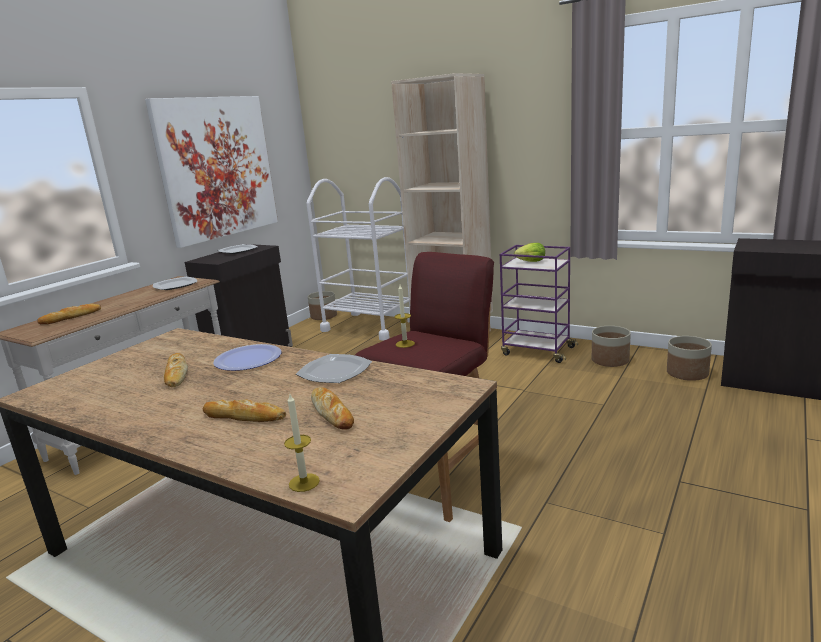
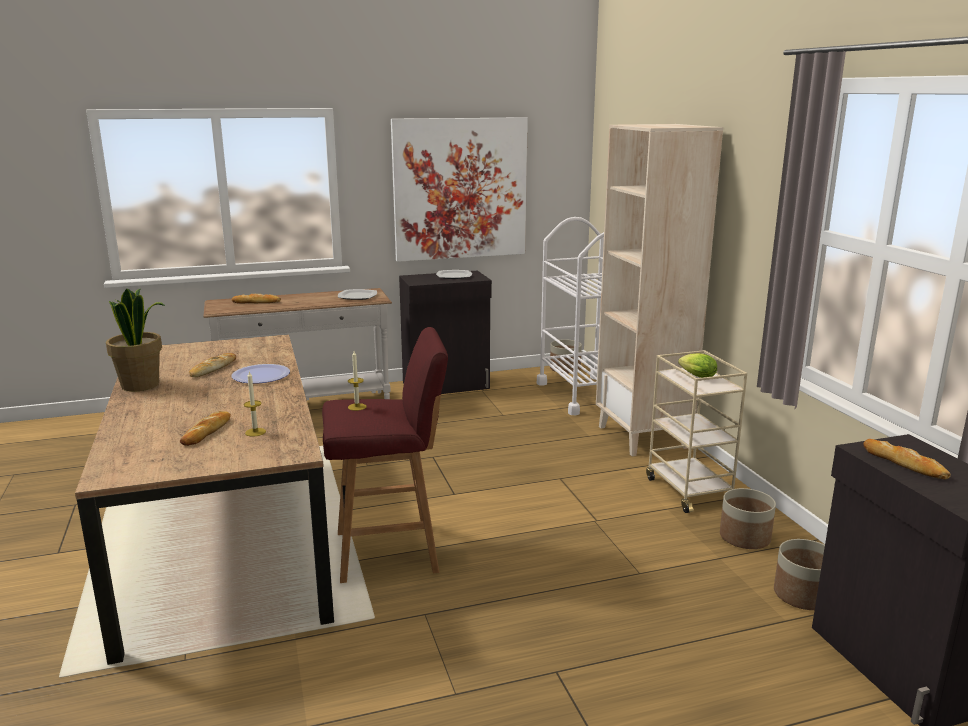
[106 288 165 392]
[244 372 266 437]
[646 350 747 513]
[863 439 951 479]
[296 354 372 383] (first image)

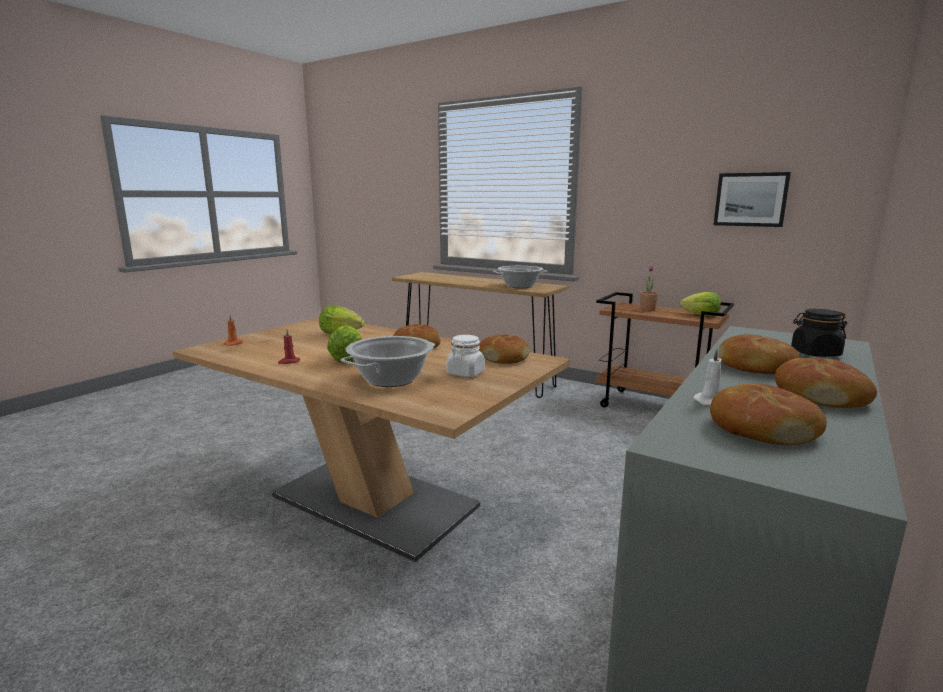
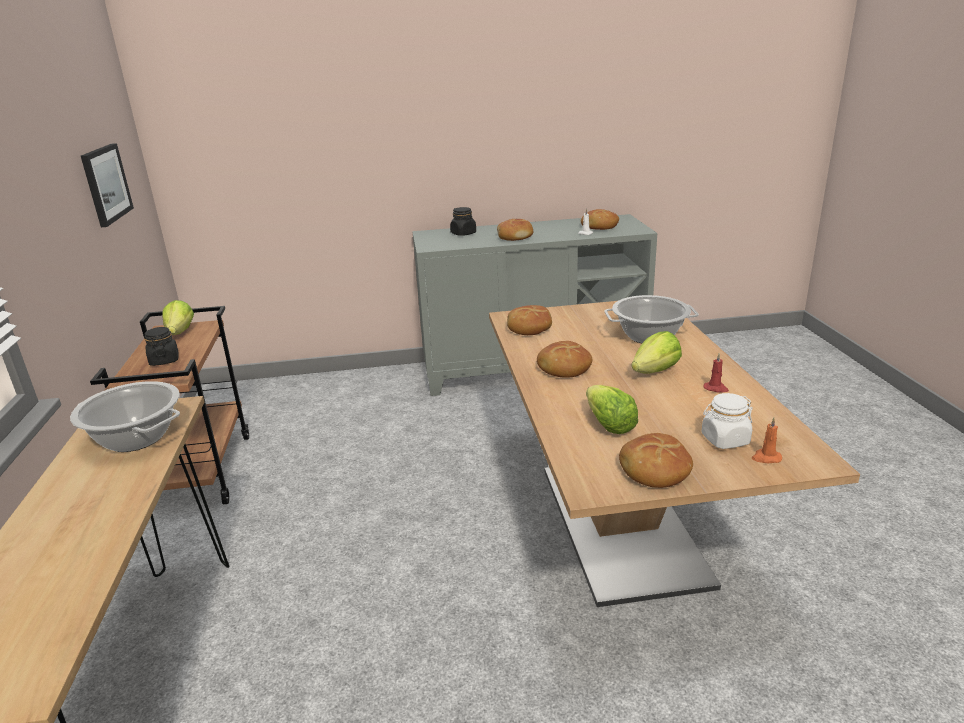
[144 327 179 366]
[619 433 693 488]
[701 393 753 449]

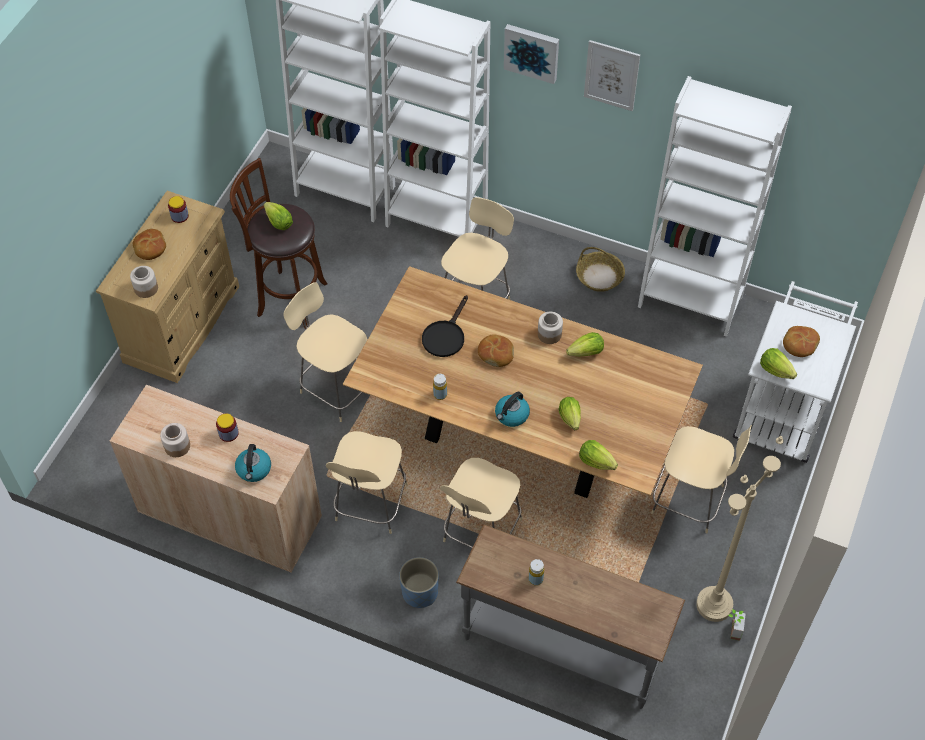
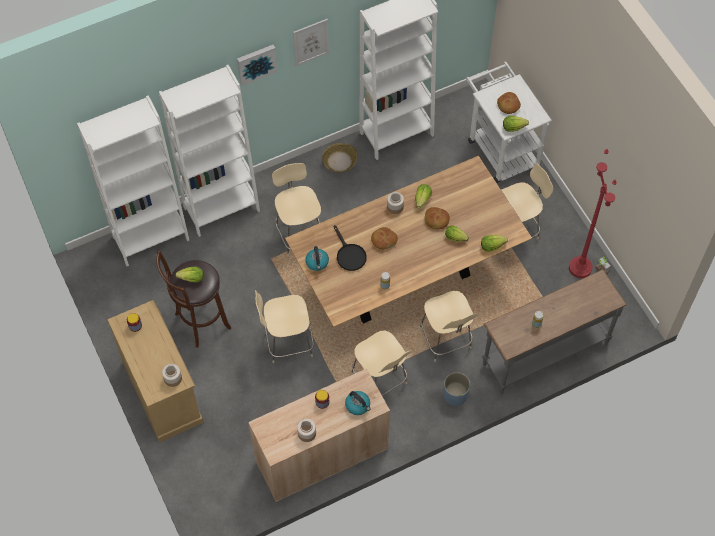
[305 246 329 271]
[425 207 450 230]
[569 149 617 278]

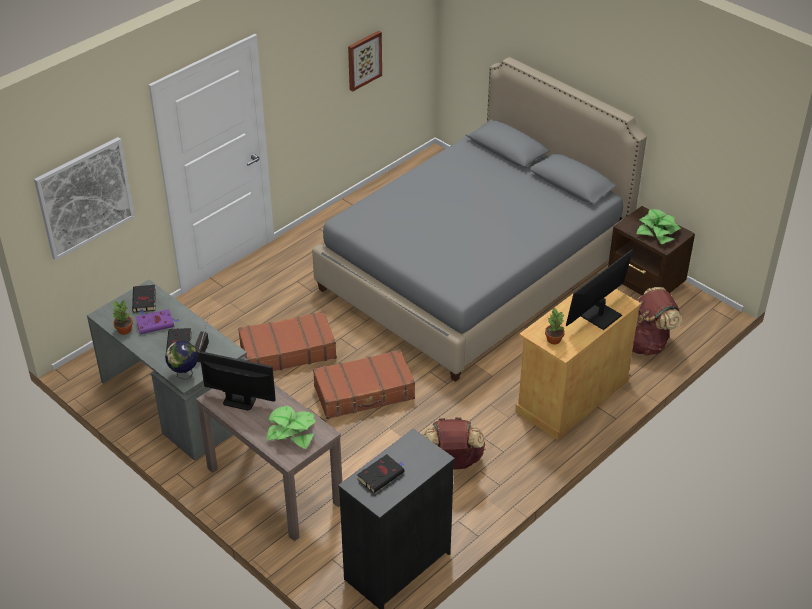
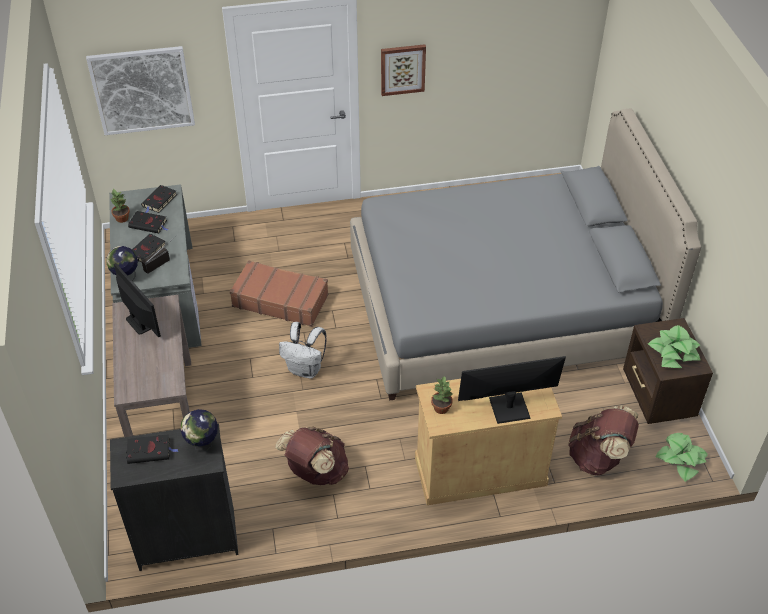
[128 211 168 233]
[180 409 218 451]
[279 322 327 379]
[381 44 426 96]
[655 433 708 482]

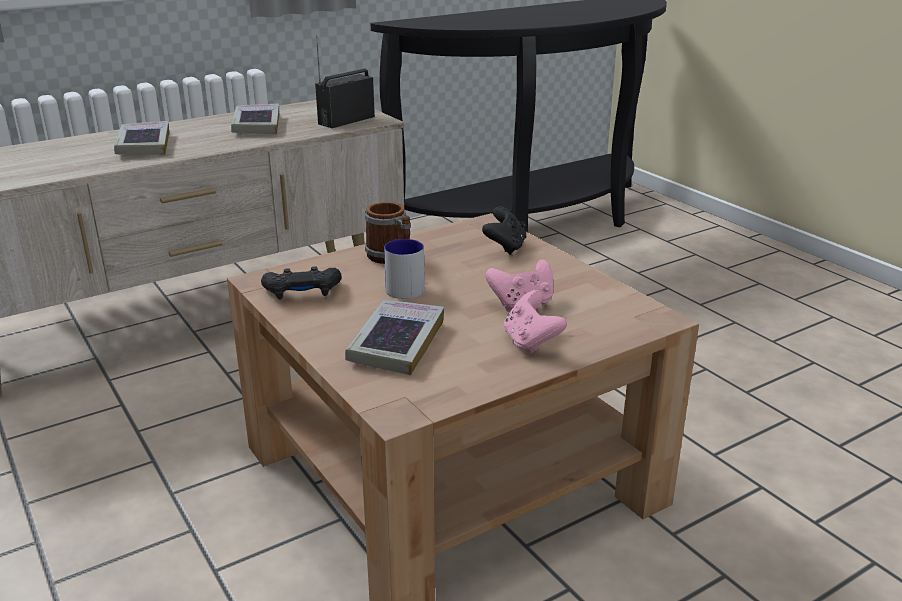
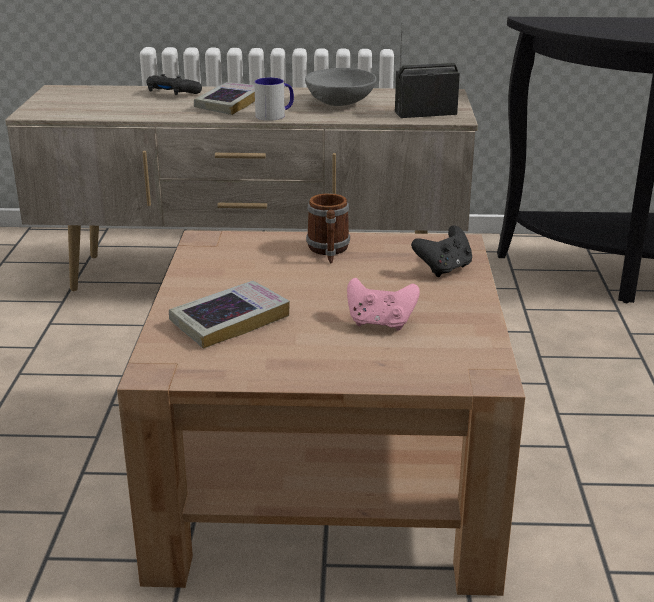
[146 74 202 95]
[254 78 294 121]
[305 68 377 106]
[504 290 567 354] (first image)

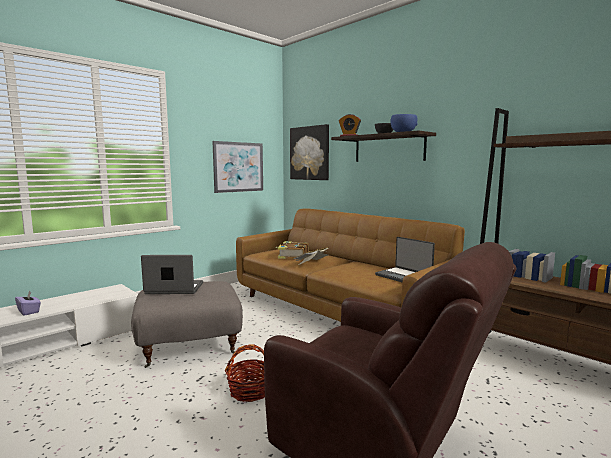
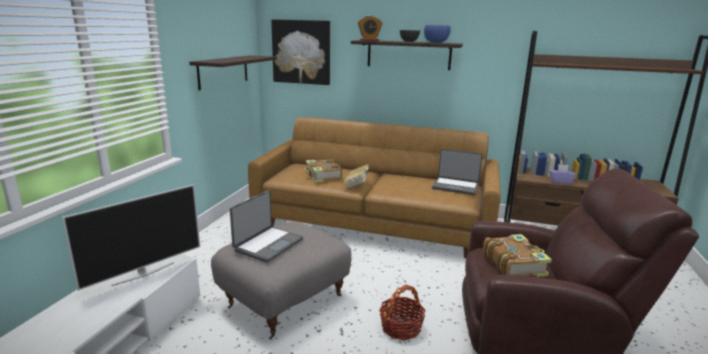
[62 184 200 291]
[189 55 277 91]
[230 190 303 263]
[483 234 552 277]
[549 164 576 184]

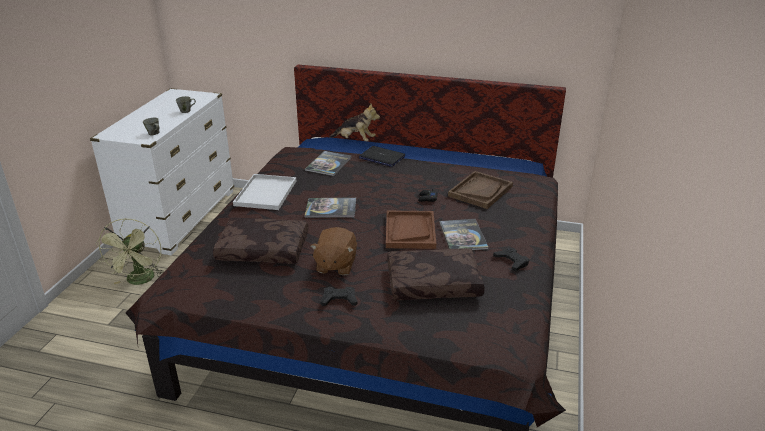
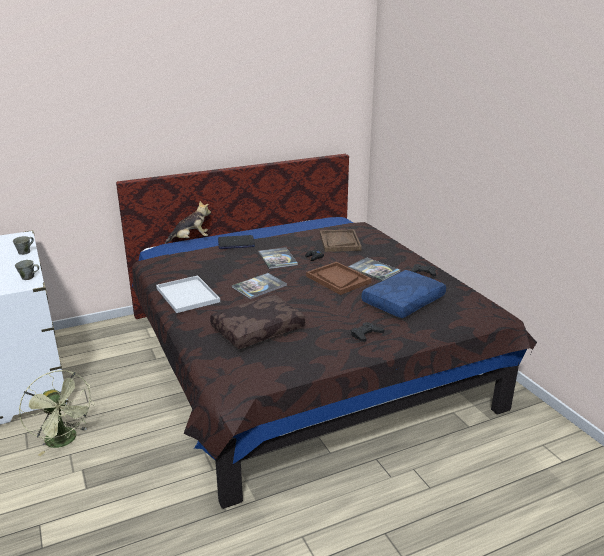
[258 247 298 269]
[362 270 446 318]
[310 227 357 275] (first image)

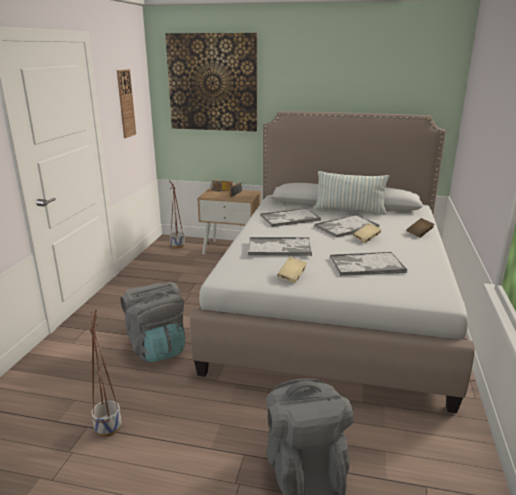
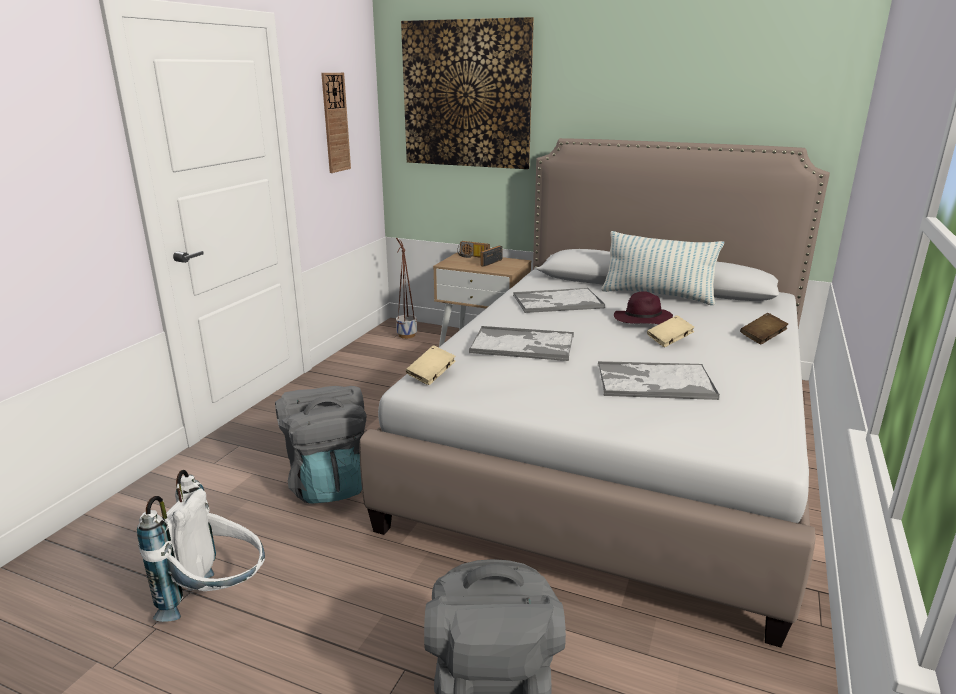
[137 470 265 622]
[406 345 455 385]
[614 291 673 324]

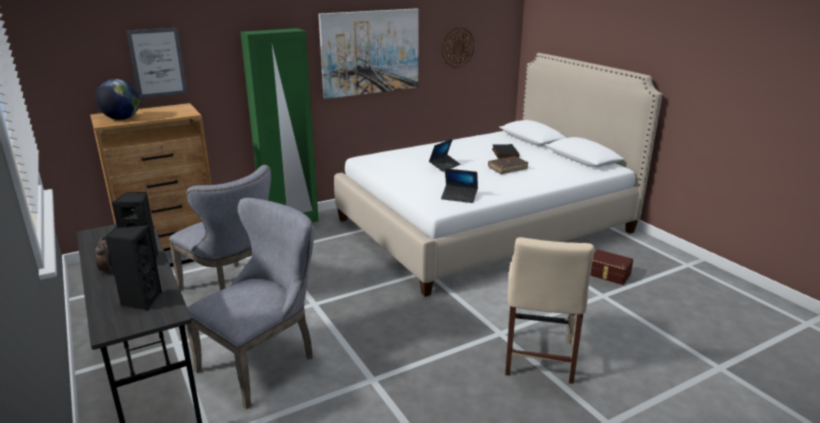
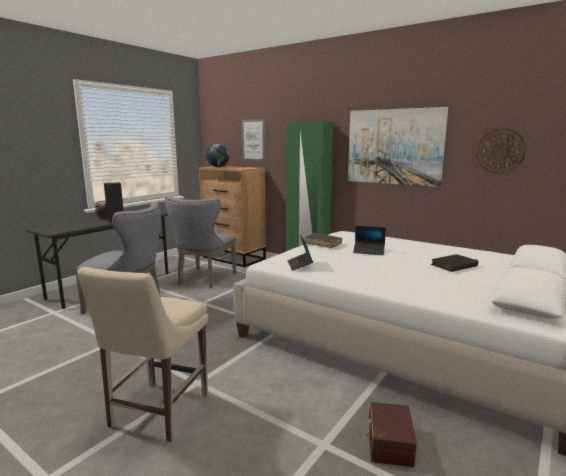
[77 267 208 442]
[305 233 342 248]
[105 225 162 310] (first image)

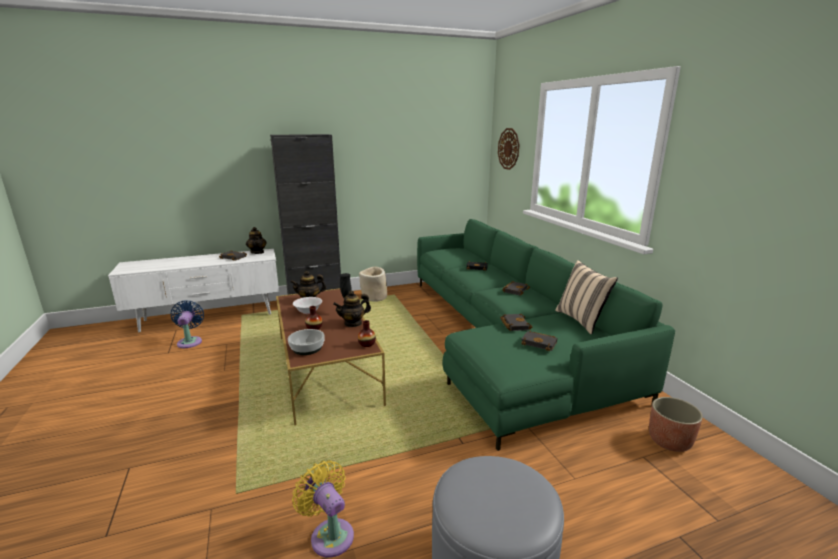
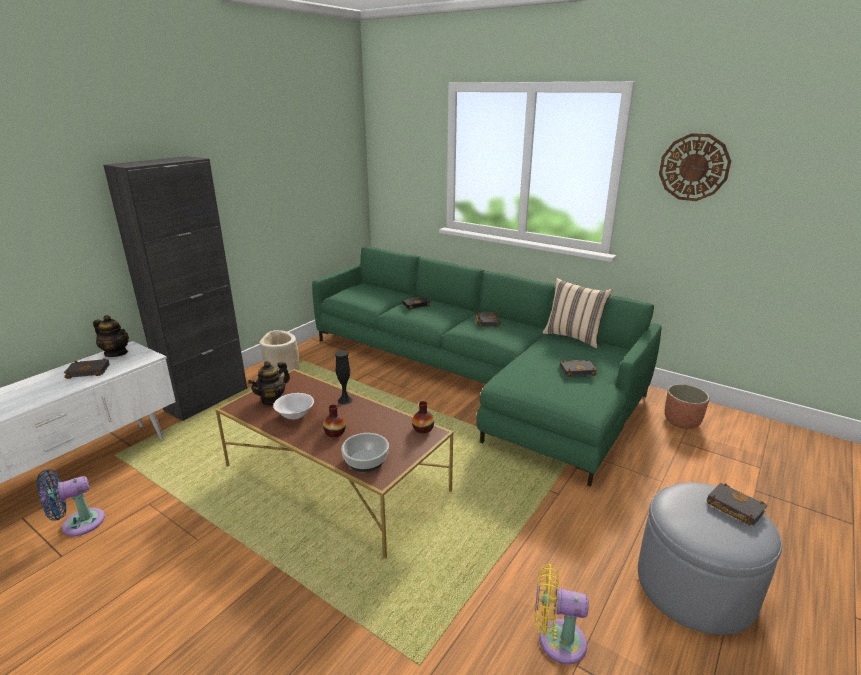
[37 469 105 536]
[659 133 731 201]
[707 483 767 526]
[333 291 371 327] (first image)

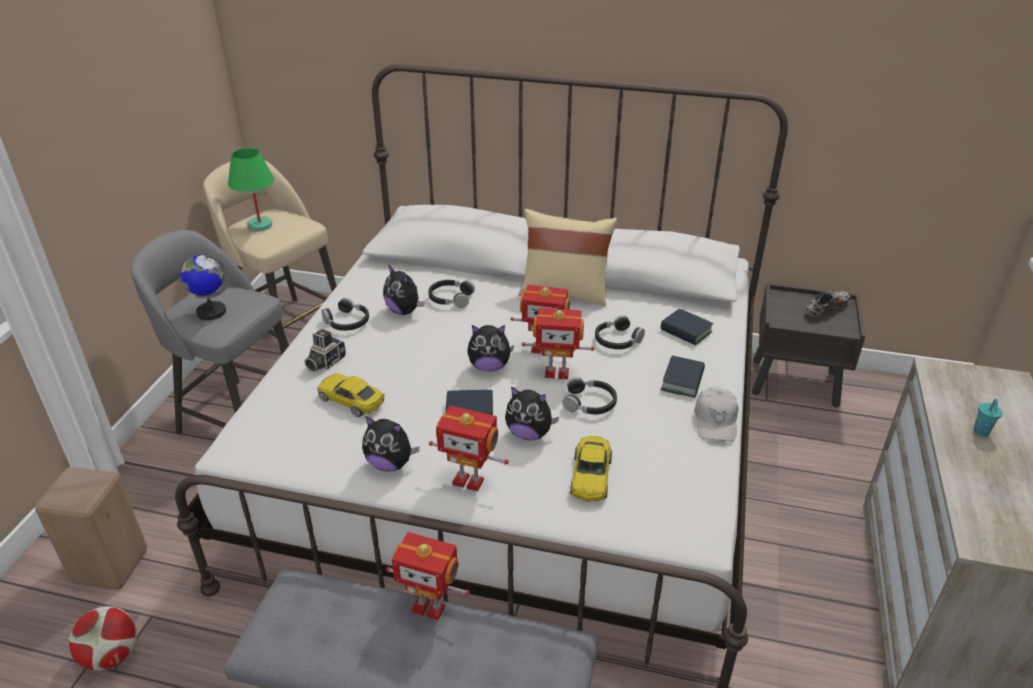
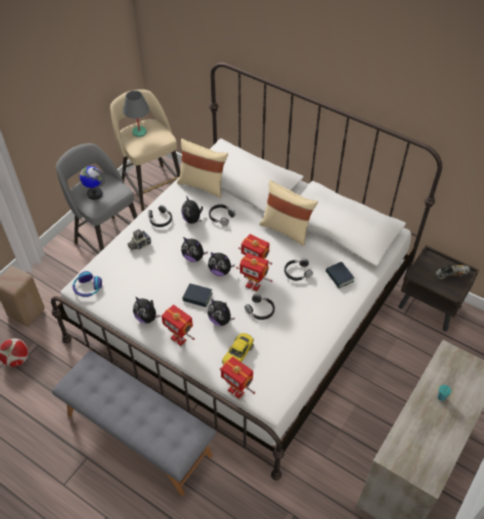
[72 271 102 297]
[123 90 149 137]
[177 139 228 198]
[181 237 208 262]
[220 356 255 399]
[317 373 385 417] (first image)
[661 356 705 398] (first image)
[694 387 739 441] (first image)

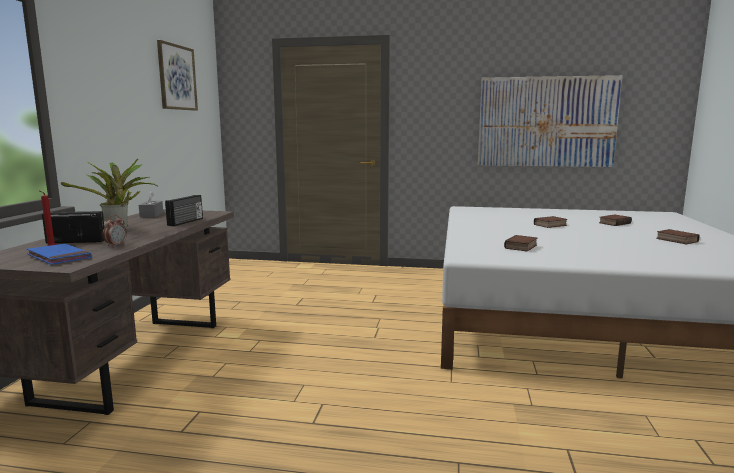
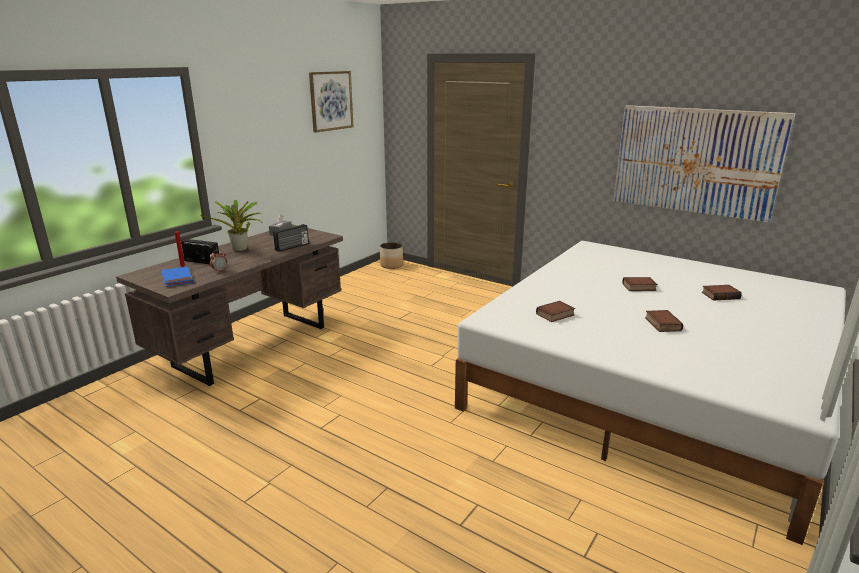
[380 242 403 269]
[645 310 683 332]

